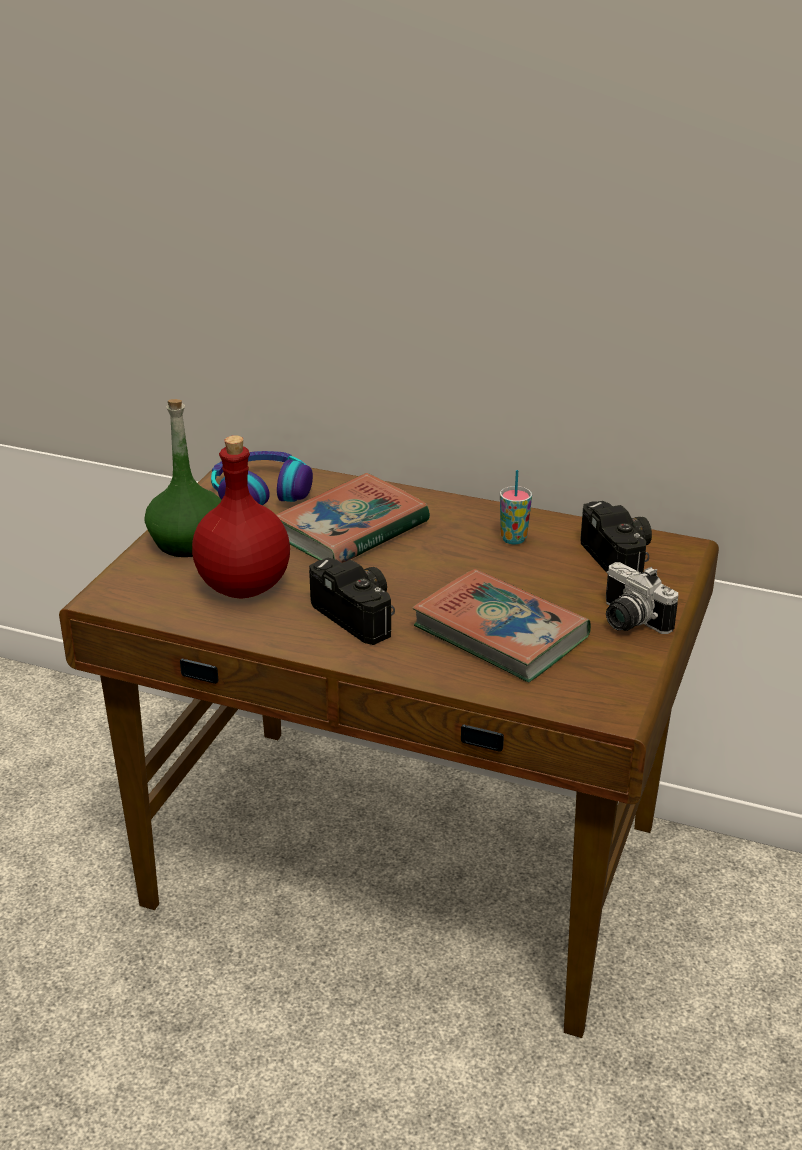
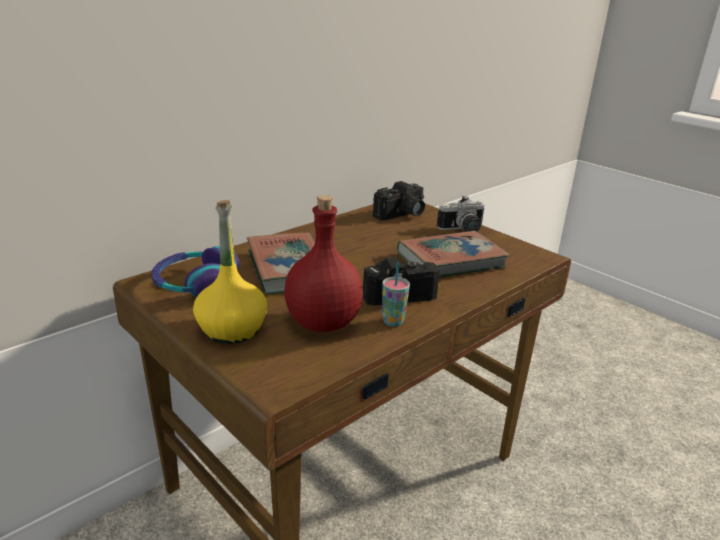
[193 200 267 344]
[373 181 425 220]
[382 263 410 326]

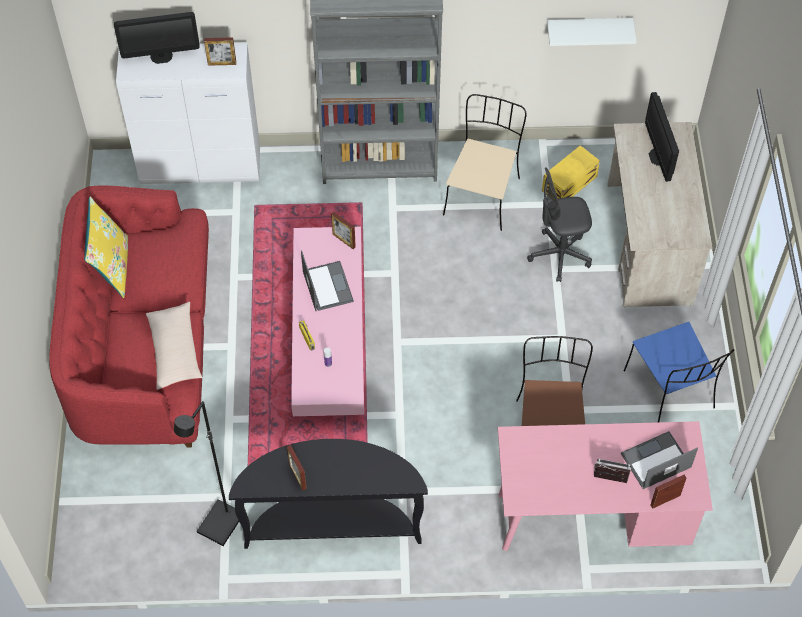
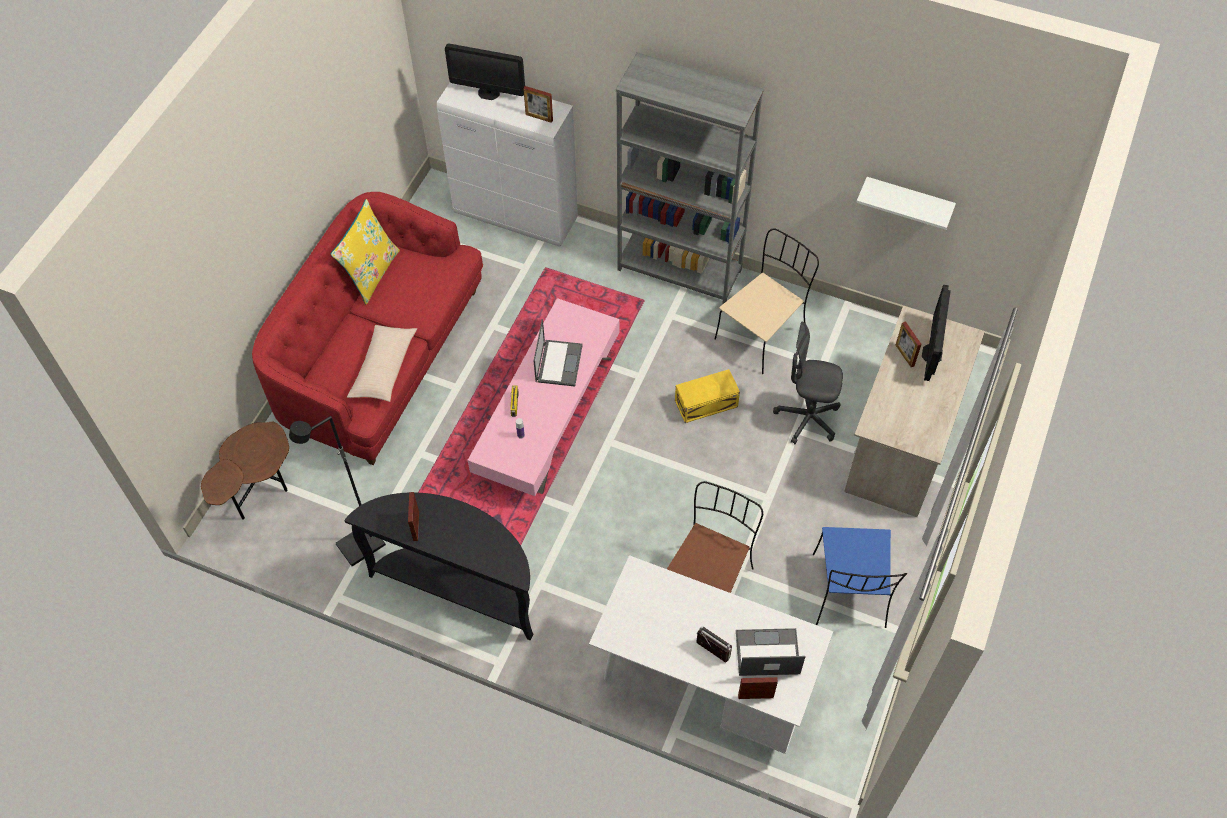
[201 422 289 520]
[589 555 833 754]
[675 369 740 423]
[896 321 922 367]

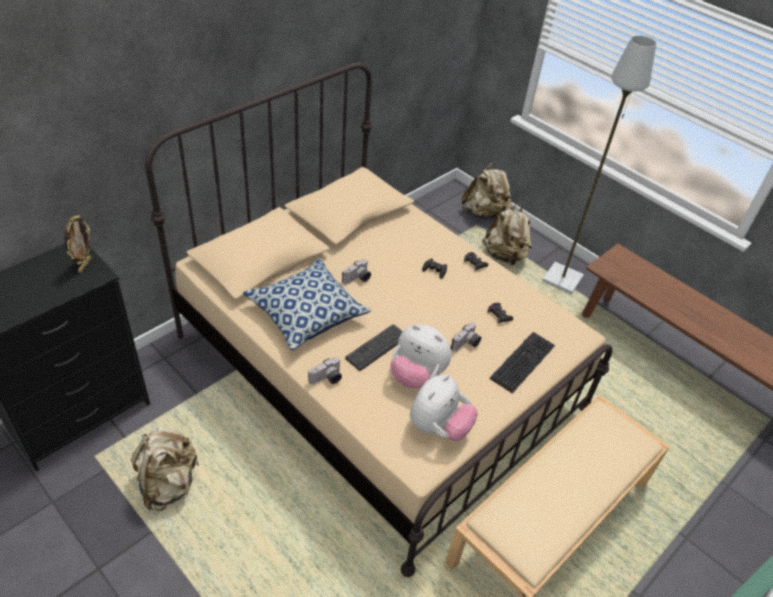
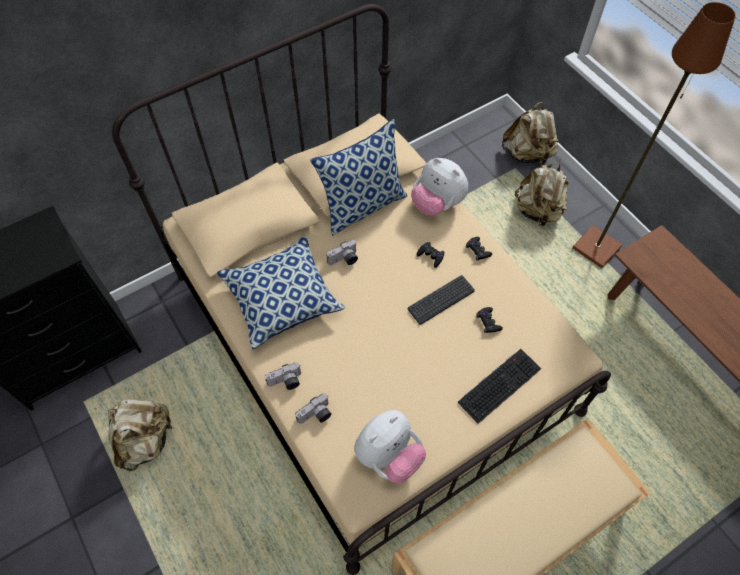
[295 393 331 424]
[310 119 408 235]
[408 275 475 325]
[411 158 468 216]
[572 2 736 268]
[64 215 92 273] (first image)

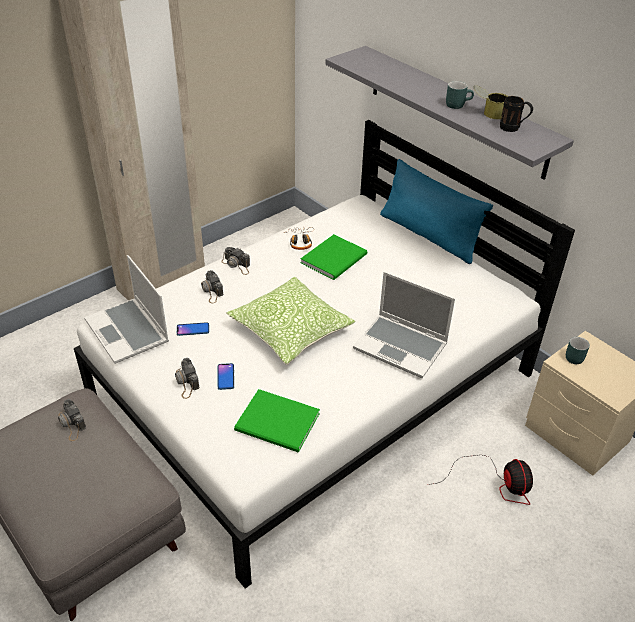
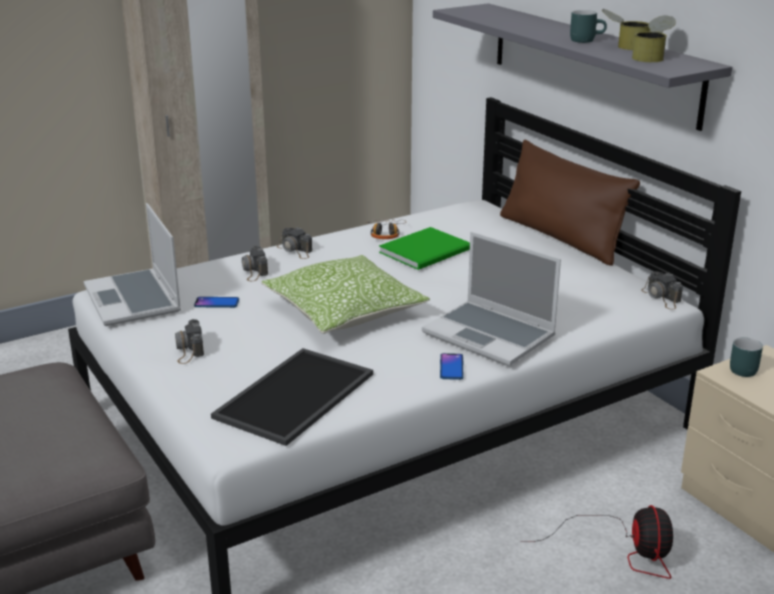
[211 348 373 446]
[440 353 463 380]
[500 140 640 266]
[632 16 676 62]
[641 271 683 310]

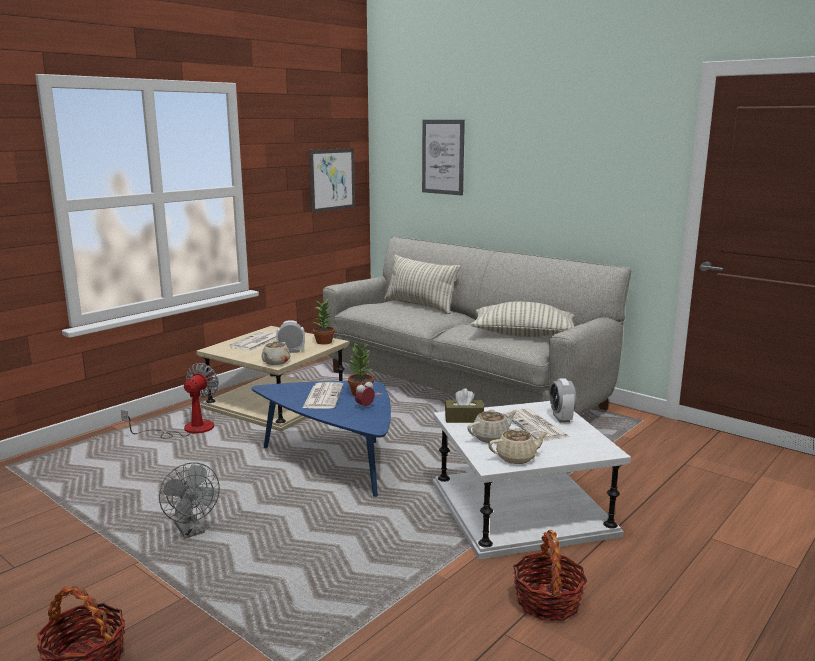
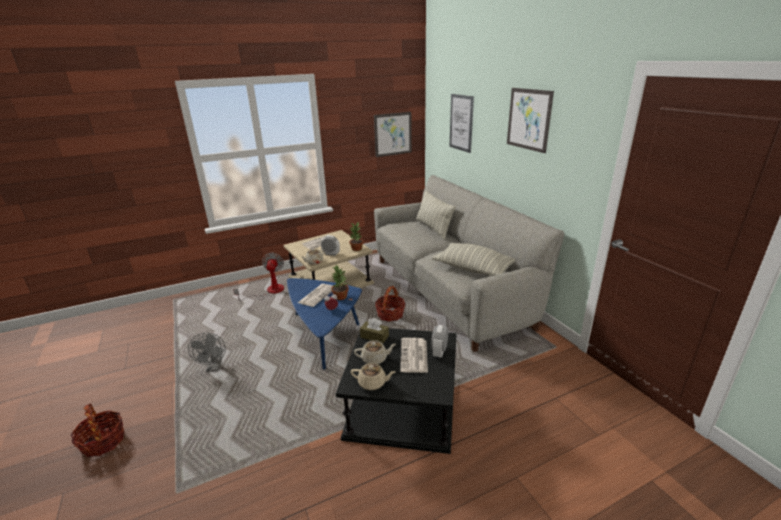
[233 253 284 301]
[335 328 457 454]
[375 286 405 322]
[507 88 554 153]

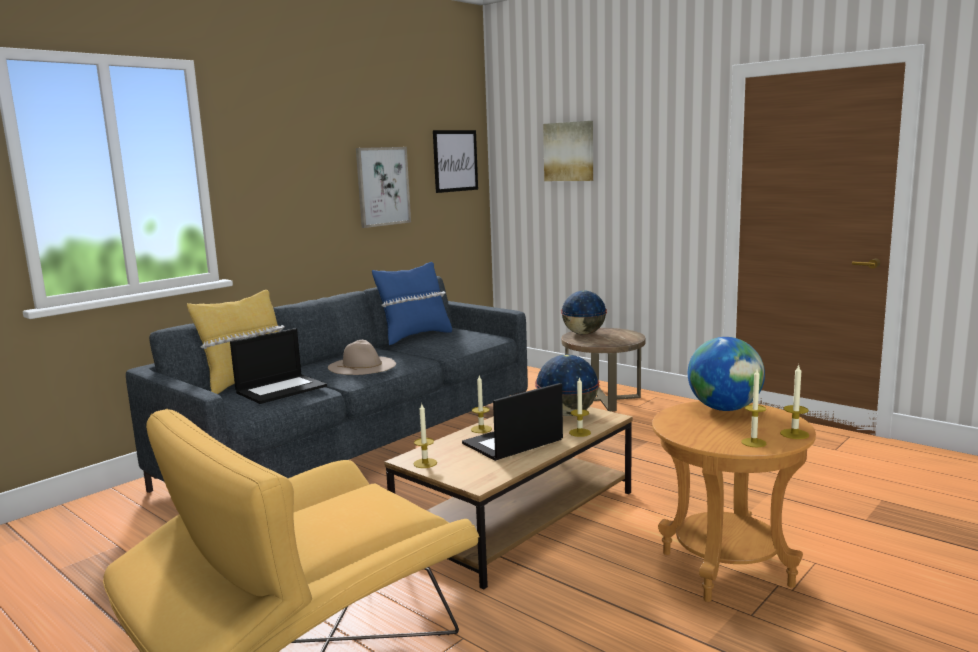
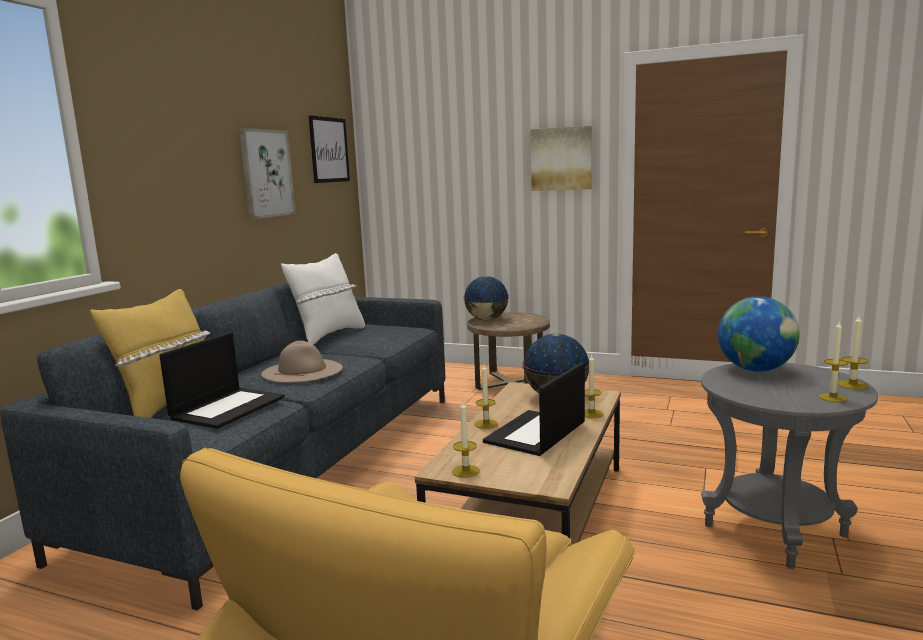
[281 253 365 345]
[530 126 592 191]
[701 363 878 569]

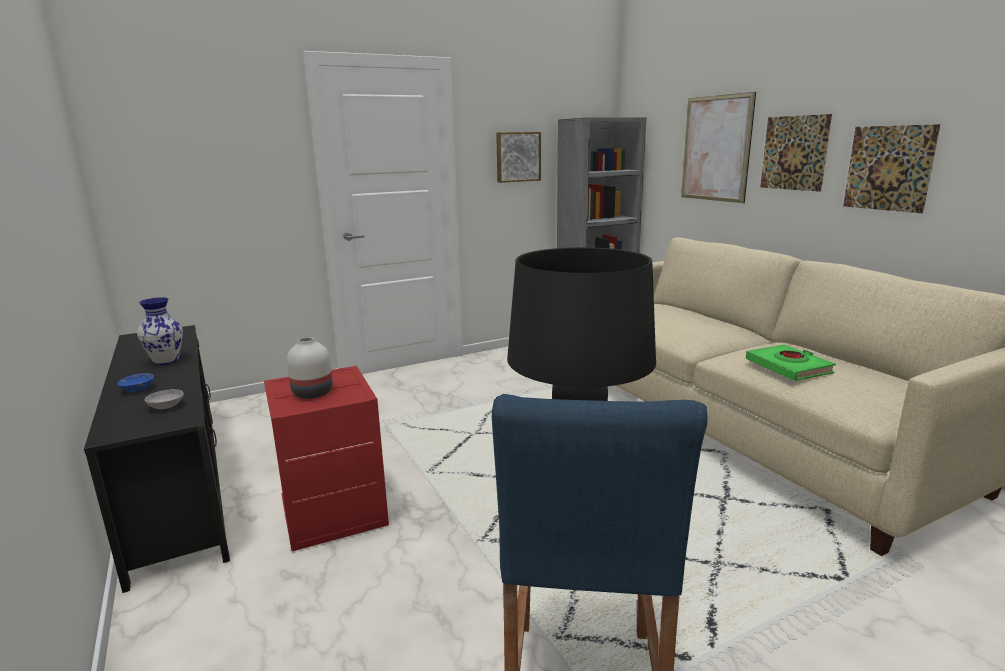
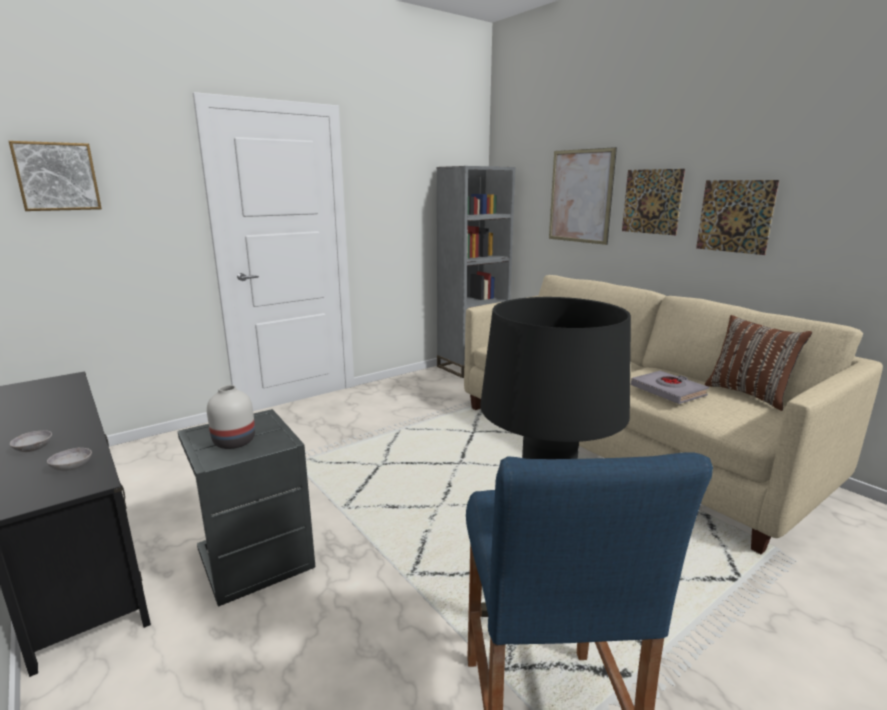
[9 141 102 211]
[10 430 52 452]
[177 409 315 606]
[631 371 709 404]
[705 315 812 411]
[137 297 183 365] (first image)

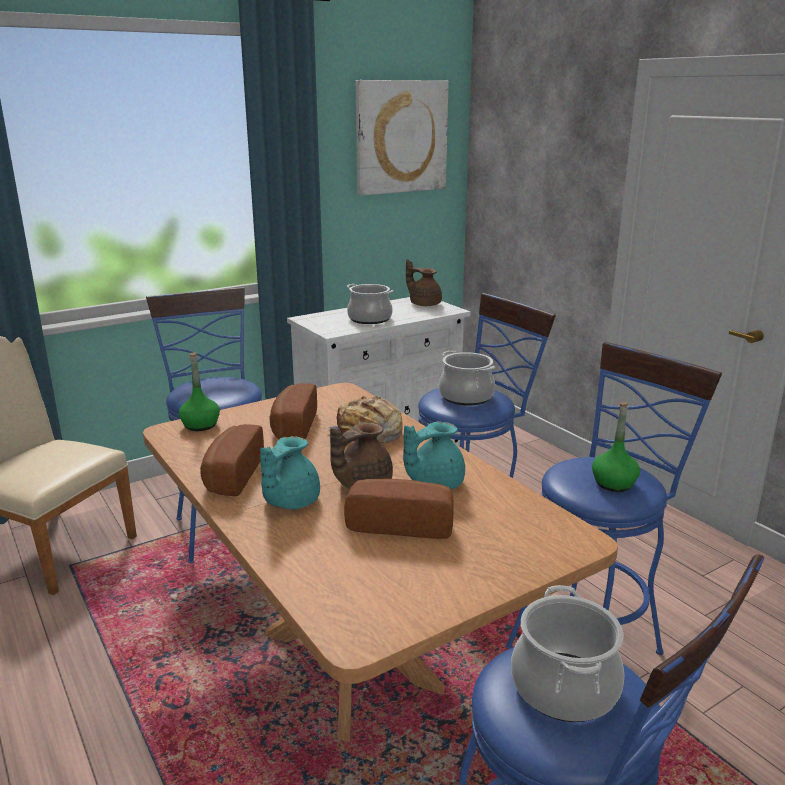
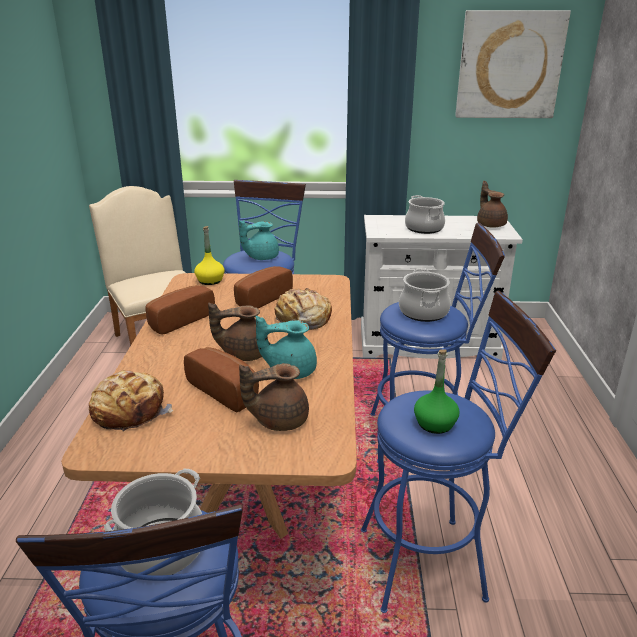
[89 370 173 431]
[194 226 225 285]
[239 220 279 260]
[239 363 309 431]

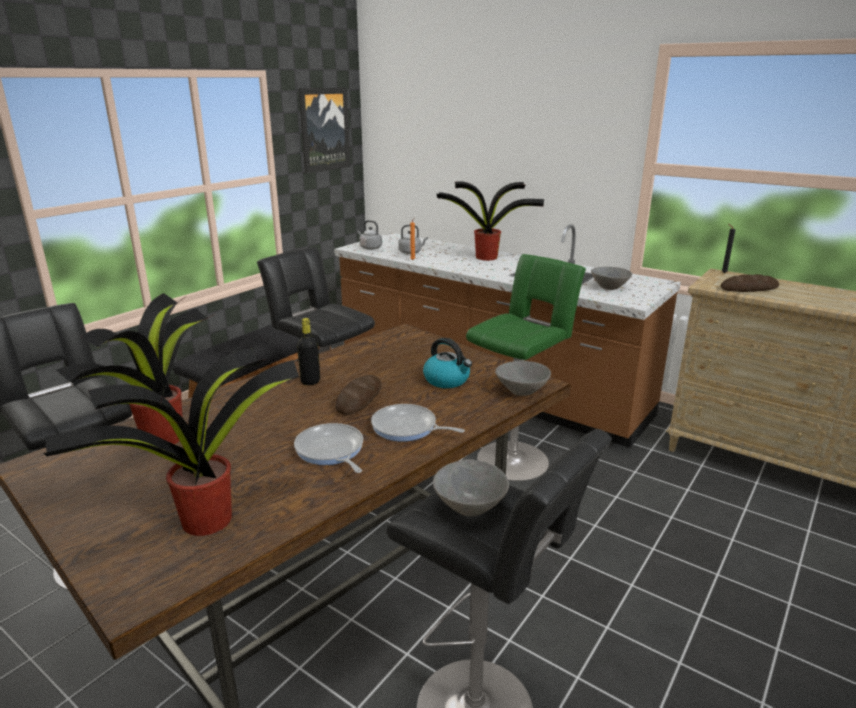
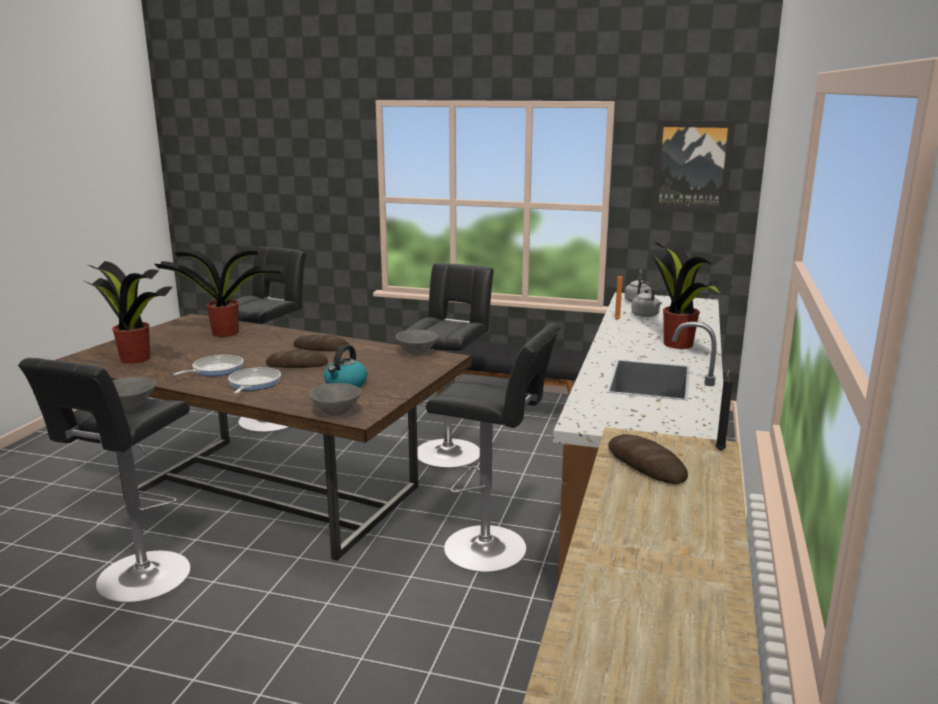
[293 334 349 351]
[396 330 438 355]
[426 323 561 572]

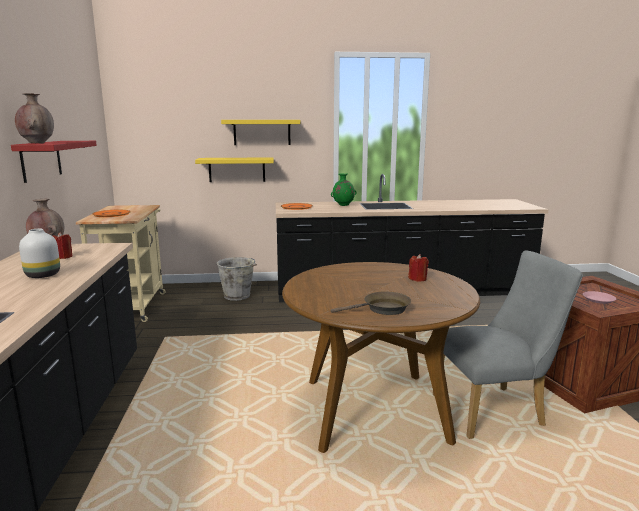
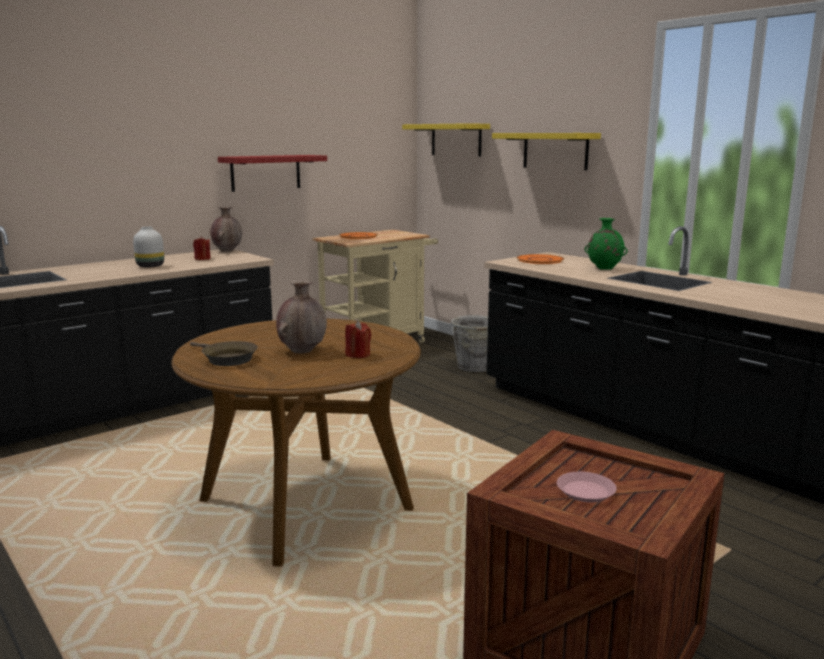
[276 280 327 354]
[402 123 490 157]
[433 250 583 439] (first image)

